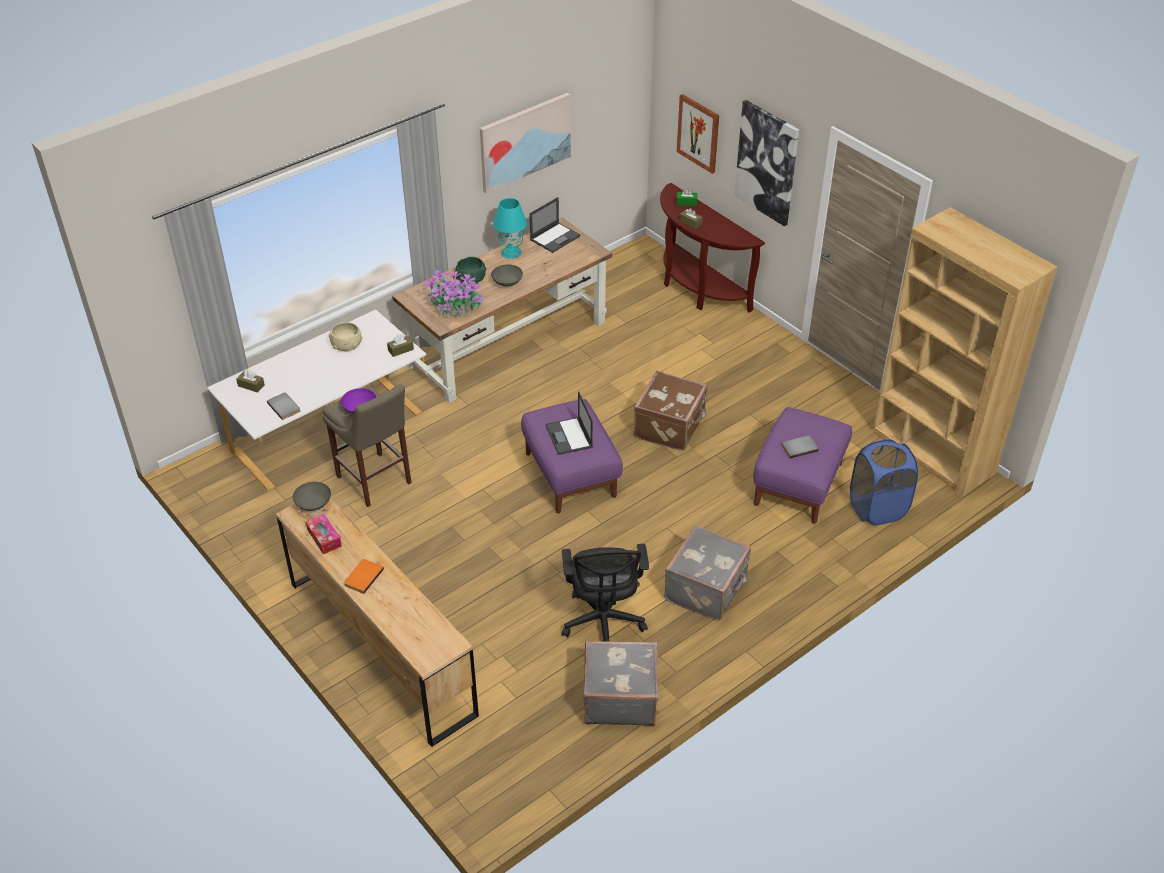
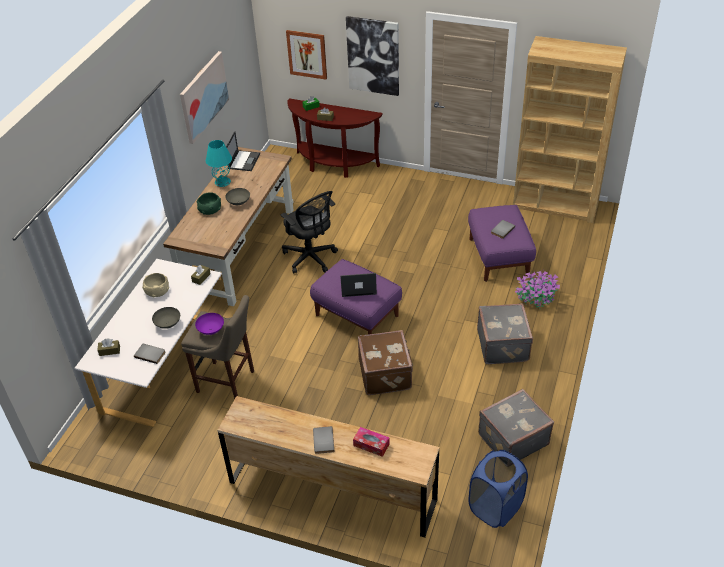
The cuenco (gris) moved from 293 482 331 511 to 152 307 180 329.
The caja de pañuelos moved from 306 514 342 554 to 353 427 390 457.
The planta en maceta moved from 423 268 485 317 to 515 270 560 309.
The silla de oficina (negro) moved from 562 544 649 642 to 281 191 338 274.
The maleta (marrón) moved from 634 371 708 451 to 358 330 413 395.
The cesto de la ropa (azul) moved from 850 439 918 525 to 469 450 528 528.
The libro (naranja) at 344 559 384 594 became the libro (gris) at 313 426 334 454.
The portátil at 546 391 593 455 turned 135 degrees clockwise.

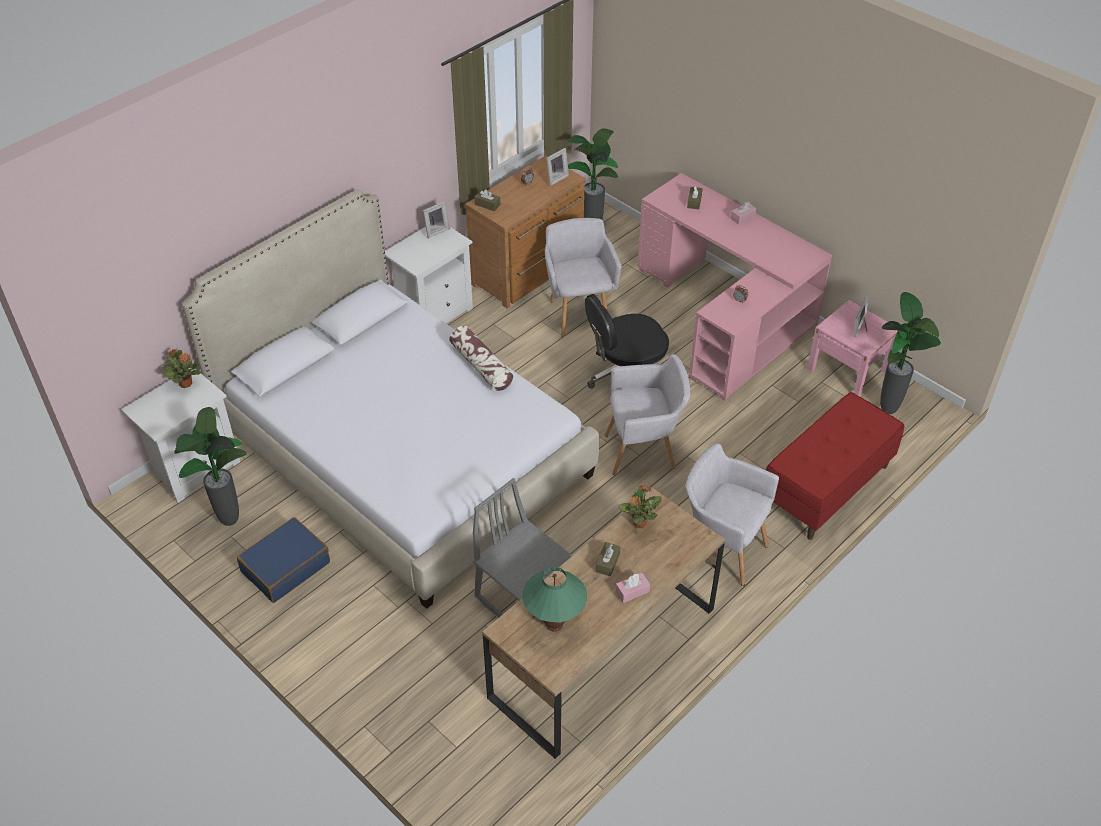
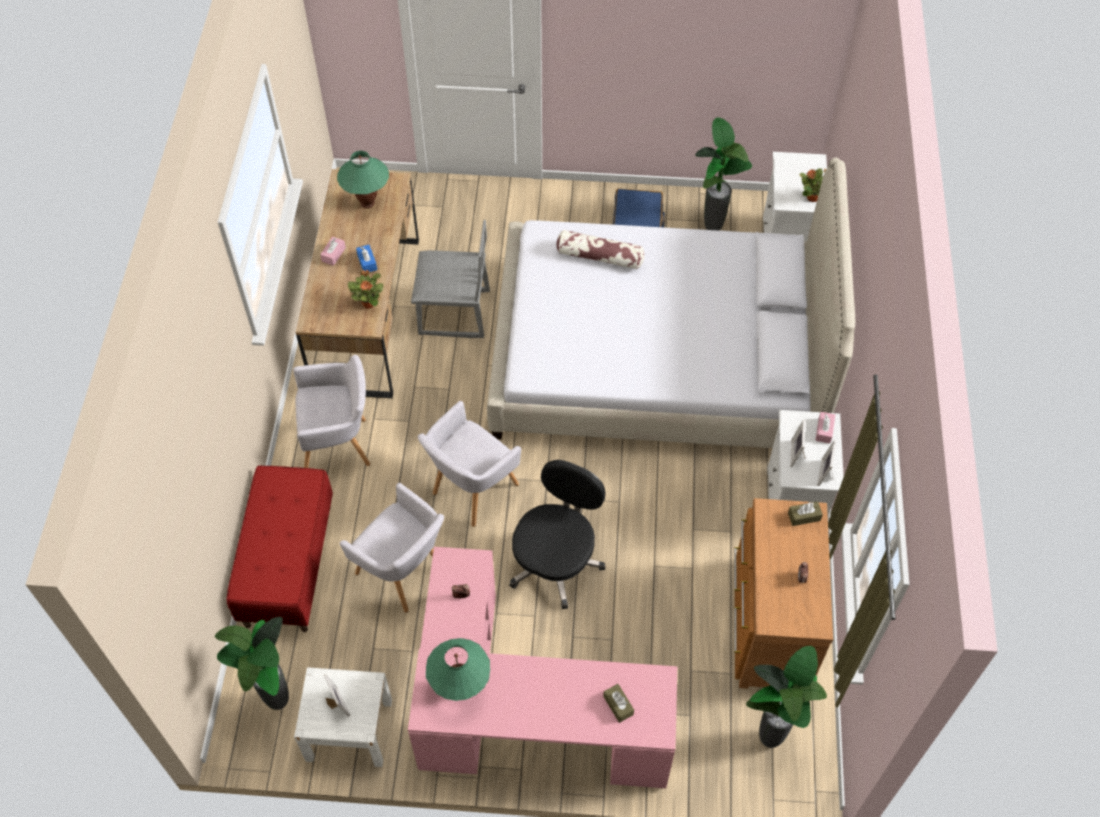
The lámpara de mesa (verde) at 426 638 490 701 appeared.
The cojín moved from 449 326 514 391 to 556 230 645 270.
The sillón (gris) moved from 545 218 622 337 to 340 483 444 612.
The portarretratos moved from 546 148 569 186 to 790 420 805 467.
The caja de pañuelos (rosa) moved from 730 202 756 225 to 815 412 835 443.
The caja de pañuelos (marrón) at 596 542 620 576 became the caja de pañuelos (azul) at 356 245 377 272.
The mesita de noche (rosa) at 807 300 898 396 became the mesita de noche (blanco) at 294 667 392 767.

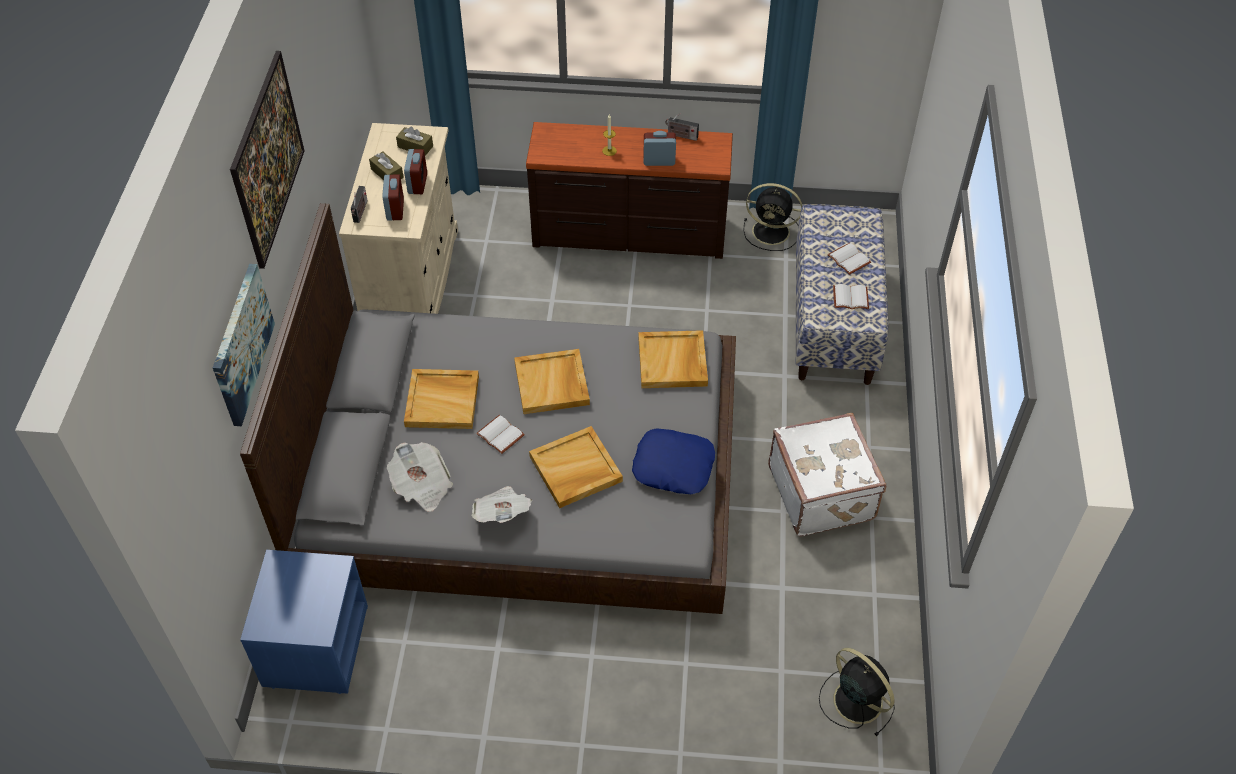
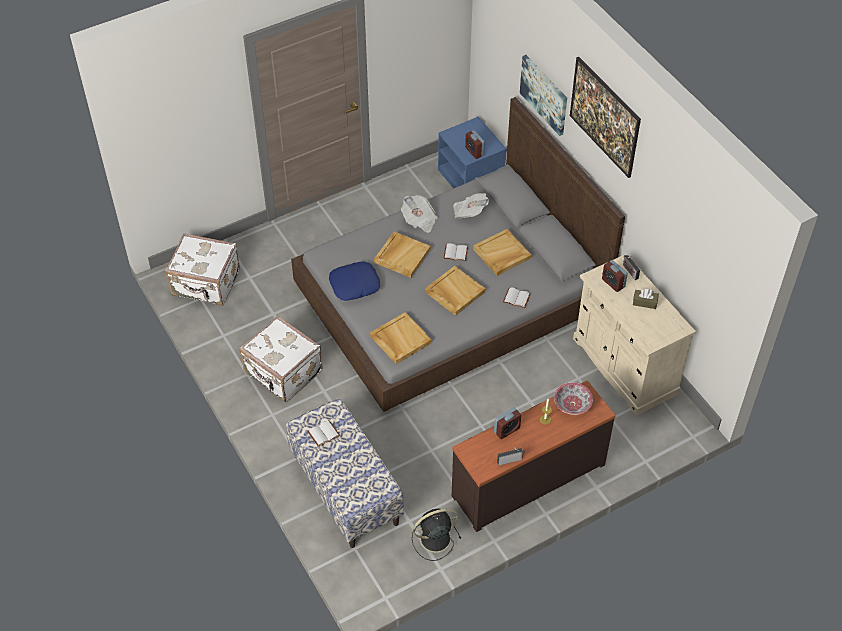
The caja de pañuelos (marrón) at 396 126 433 156 disappeared.
The cuenco at 554 383 593 415 appeared.
The despertador moved from 404 149 427 194 to 465 130 485 159.
The libro (blanco) moved from 827 243 871 275 to 503 287 531 308.
The ventilador (negro) at 819 648 895 737 was replaced by the maleta (blanco) at 165 233 240 305.

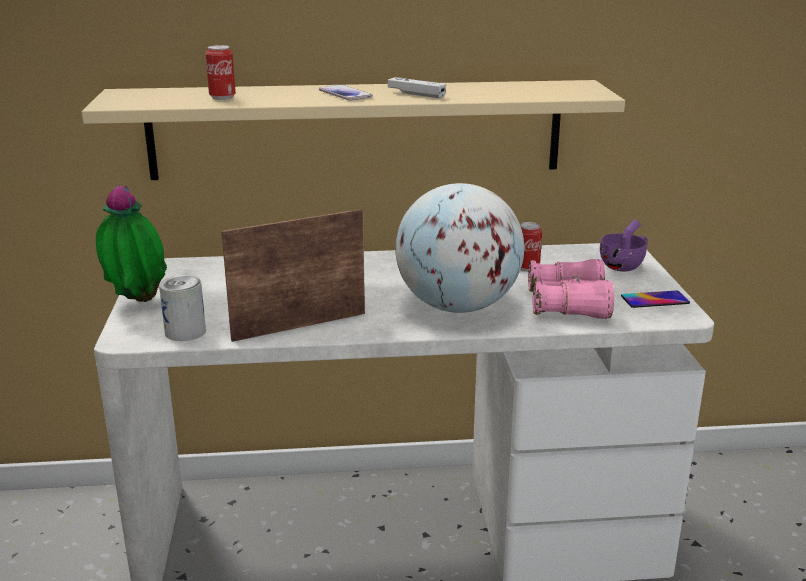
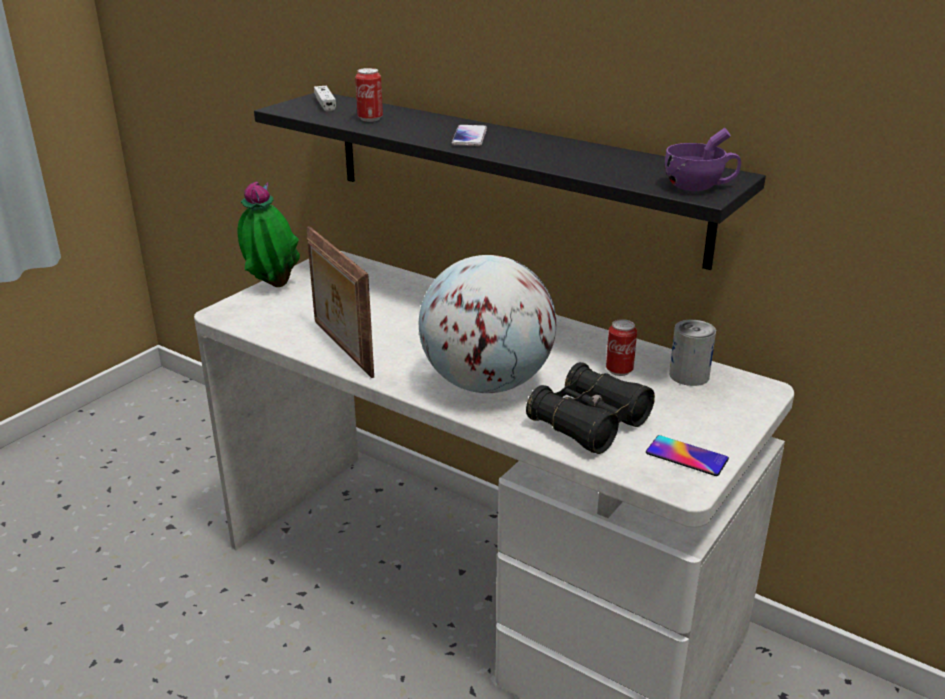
The lata moved from 159 275 206 341 to 669 320 716 386.
The mando de consola (blanco) moved from 388 77 446 98 to 314 86 336 111.
The taza (morado) moved from 600 219 648 271 to 665 128 741 191.
The estante (beis) at 82 80 625 180 became the estante (negro) at 254 93 766 270.
The prismáticos (rosa) at 528 259 614 319 became the prismáticos (negro) at 526 362 655 454.
The portarretratos at 221 209 365 342 turned 135 degrees counterclockwise.

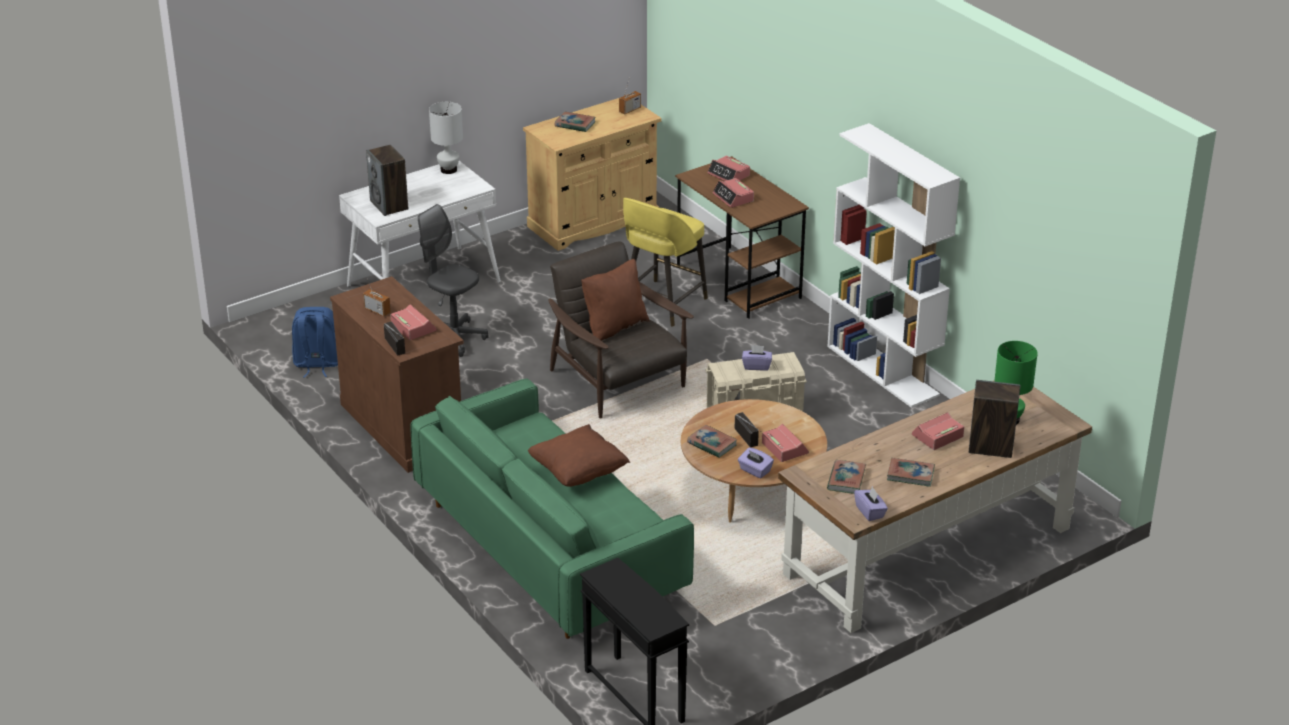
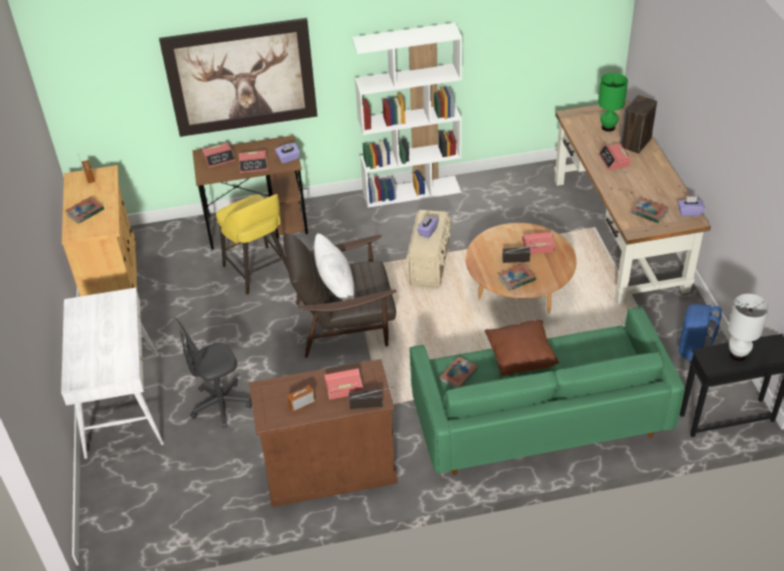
The altavoz at 366 145 408 216 disappeared.
The cuadro at 159 18 317 137 appeared.
The mochila (azul) moved from 292 307 338 378 to 679 304 722 361.
The lámpara de mesa (blanco) moved from 429 102 463 174 to 728 294 769 361.
The caja de pañuelos (morado) moved from 738 447 774 478 to 275 143 300 164.
The libro moved from 887 458 935 487 to 438 356 478 388.
The cojín (marrón) at 581 259 650 341 became the cojín (blanco) at 314 233 355 300.

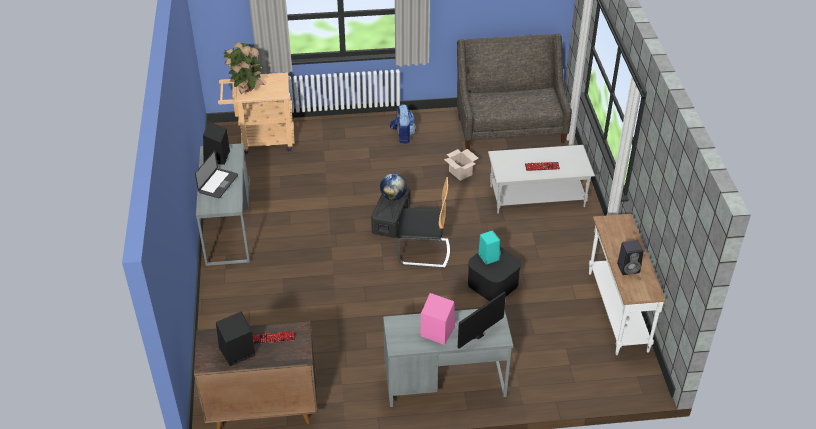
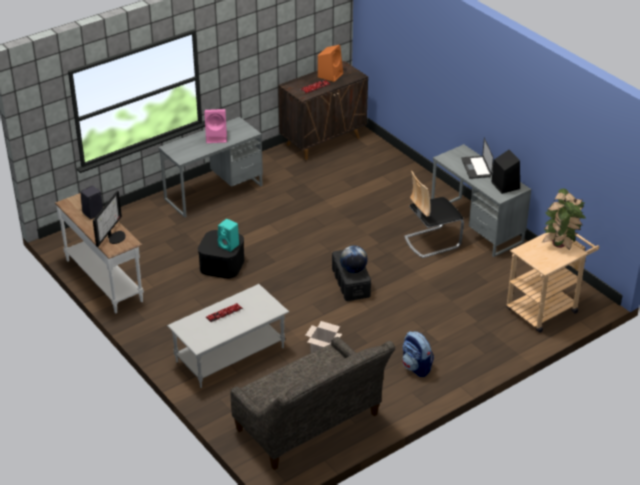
The silla moved from 397 177 450 268 to 404 171 464 258.
The monitor moved from 458 292 506 348 to 93 191 126 247.
The altavoz (negro) at 216 312 255 366 became the altavoz (naranja) at 318 45 343 82.

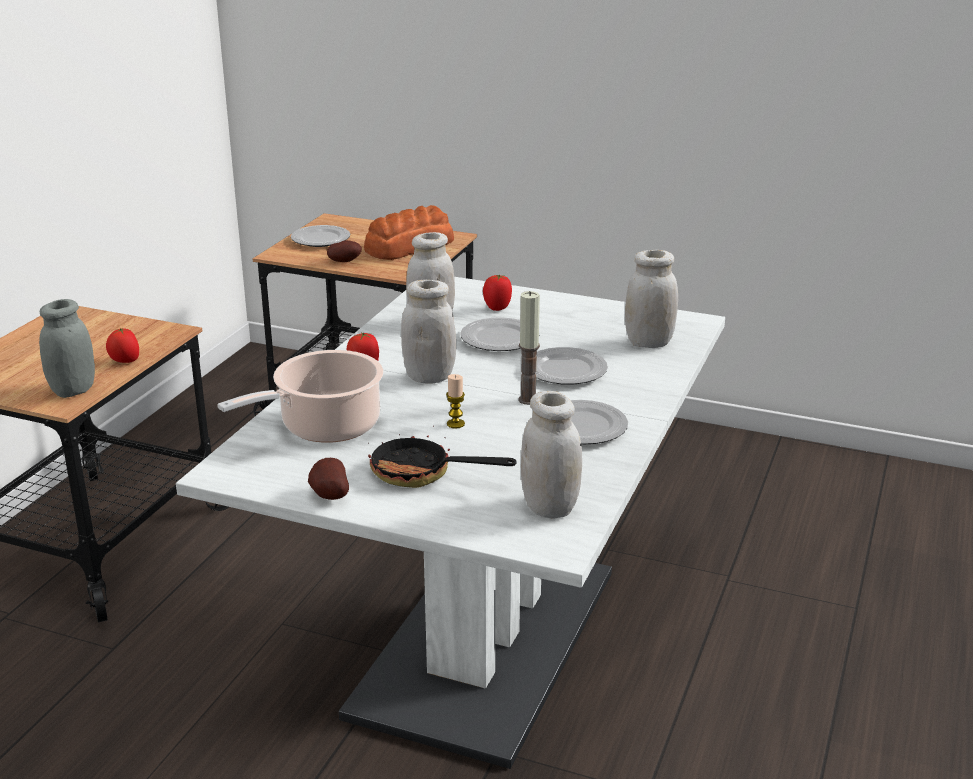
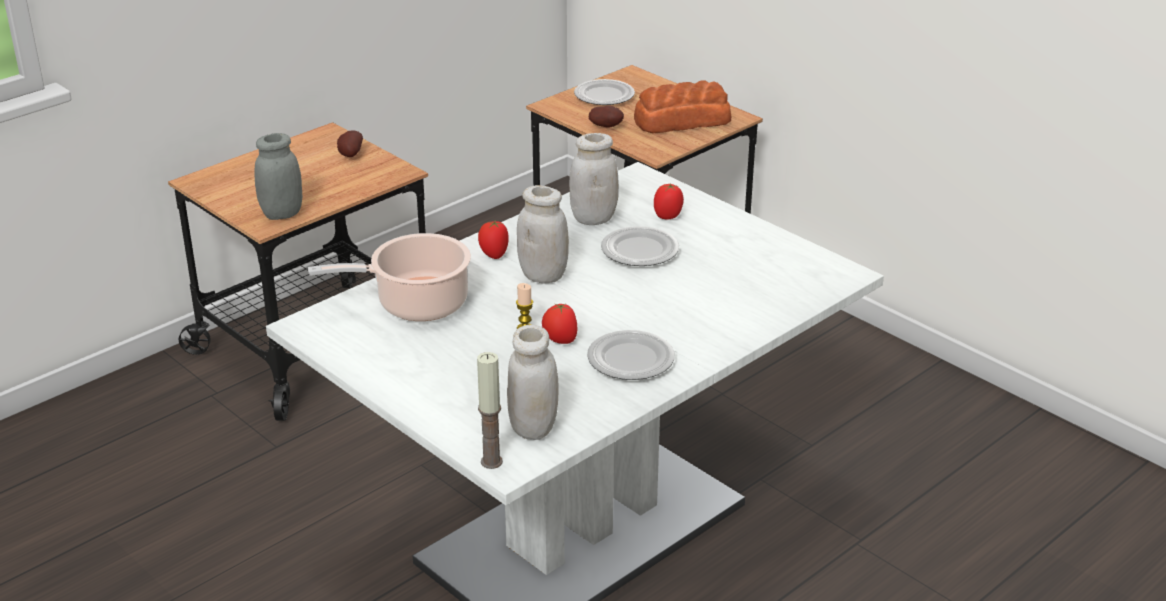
The sartén at 368 426 517 488 disappeared.
The plato at 535 347 608 384 disappeared.
The tarro (blanco) at 625 250 678 348 disappeared.
The tomate moved from 106 328 139 363 to 542 303 577 344.
The patata moved from 308 458 349 500 to 337 130 363 157.
The vela moved from 518 291 540 405 to 477 352 503 469.

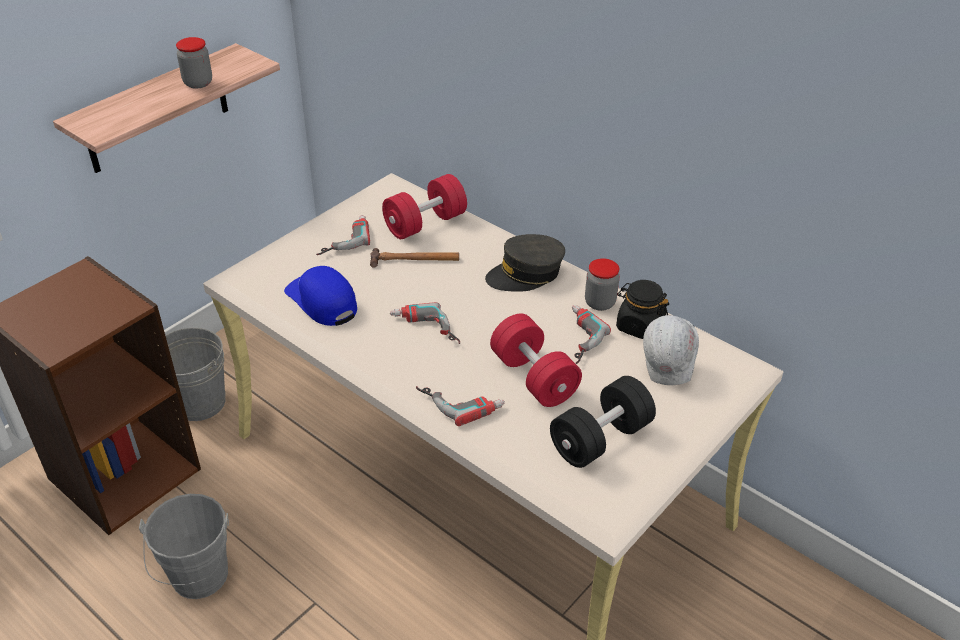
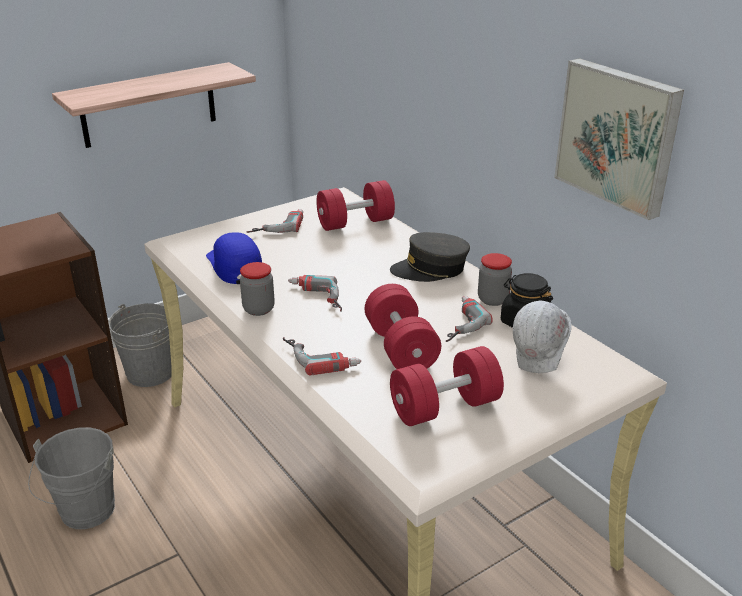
The martillo at 370 248 459 267 disappeared.
The cuadro at 554 58 684 220 appeared.
The tarro moved from 176 37 212 89 to 240 262 275 316.
The mancuerna (negro) at 550 376 656 468 became the mancuerna (rojo) at 390 346 504 426.

